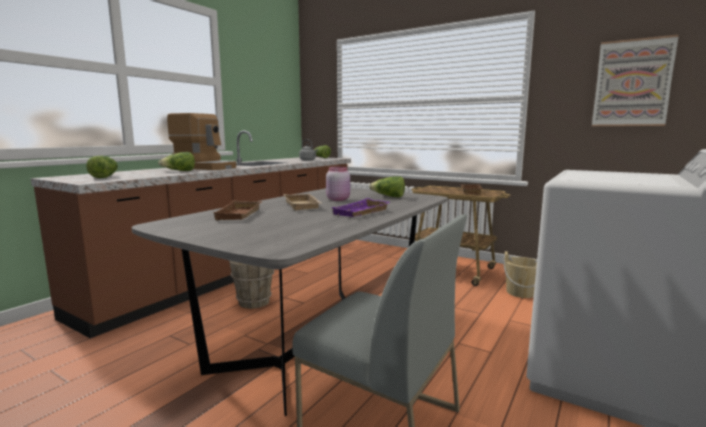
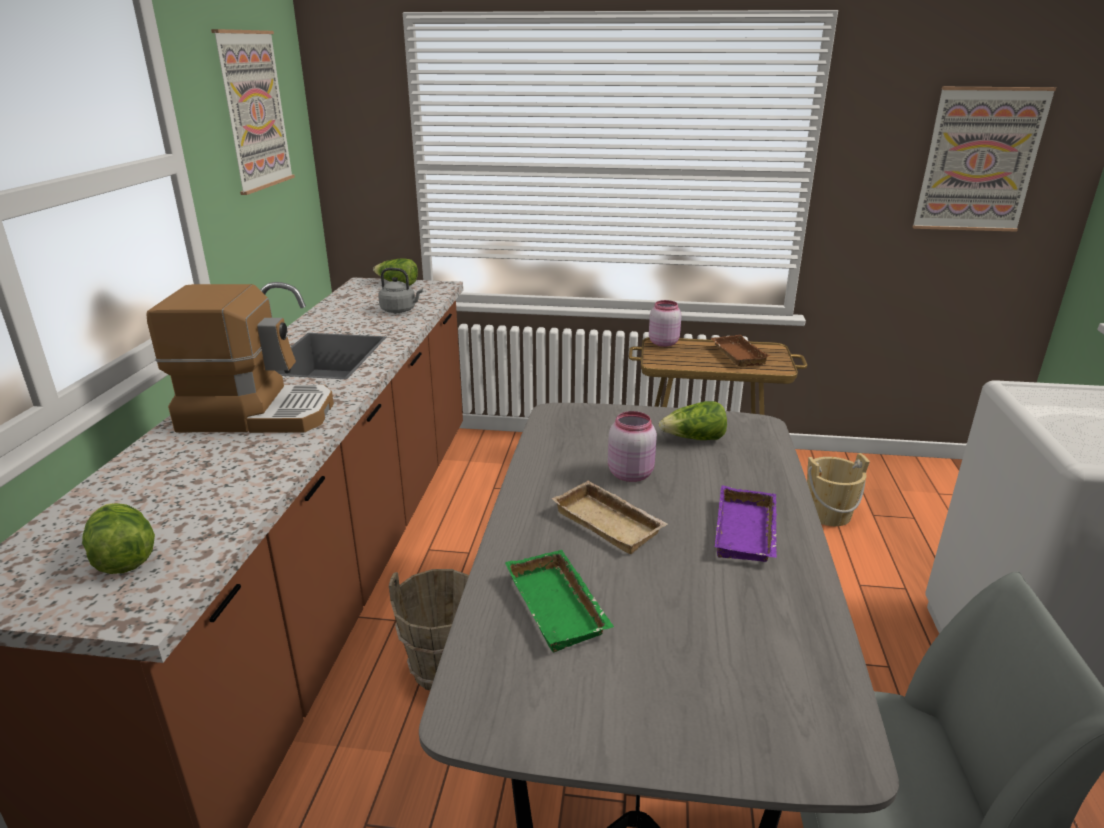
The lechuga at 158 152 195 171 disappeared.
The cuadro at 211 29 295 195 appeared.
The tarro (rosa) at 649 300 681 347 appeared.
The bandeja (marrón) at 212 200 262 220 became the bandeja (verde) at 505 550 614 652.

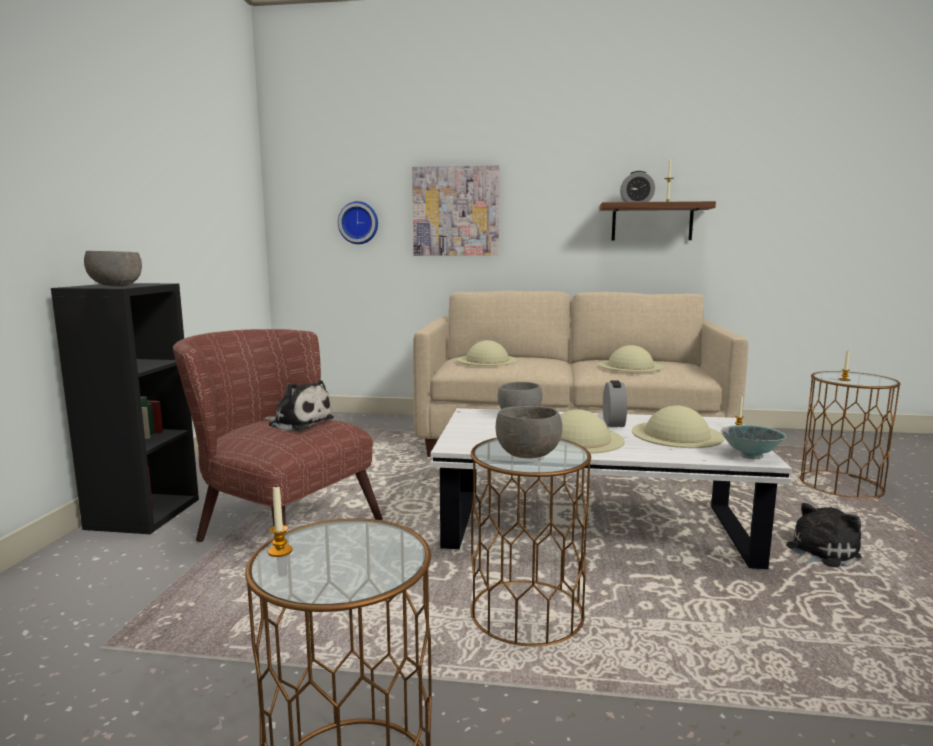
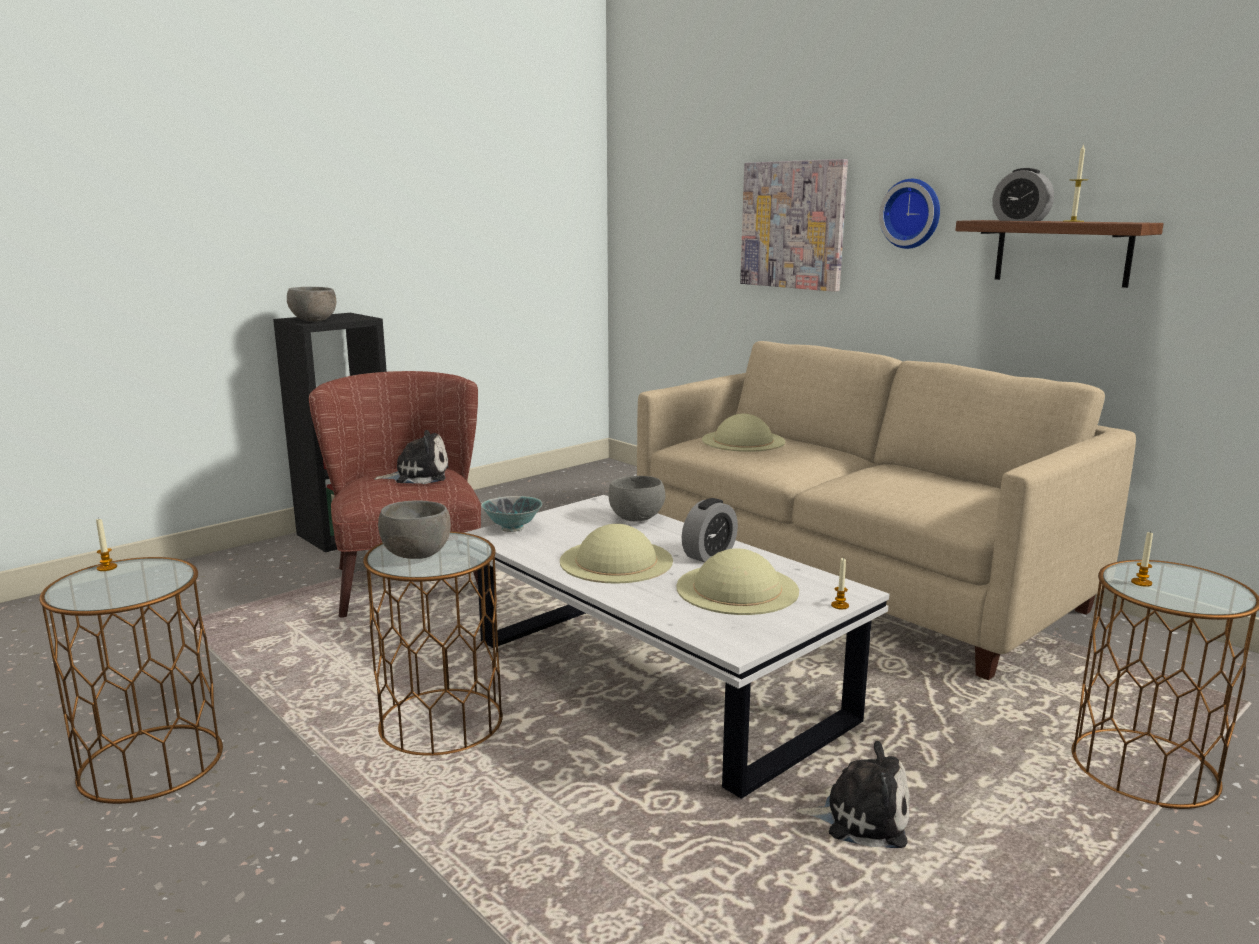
The sombrero (beis) at 598 345 664 372 disappeared.
The reloj de pared moved from 338 201 378 244 to 879 179 940 249.
The cuenco moved from 721 425 786 459 to 481 496 542 532.
The peluche at 264 380 334 431 turned 75 degrees counterclockwise.

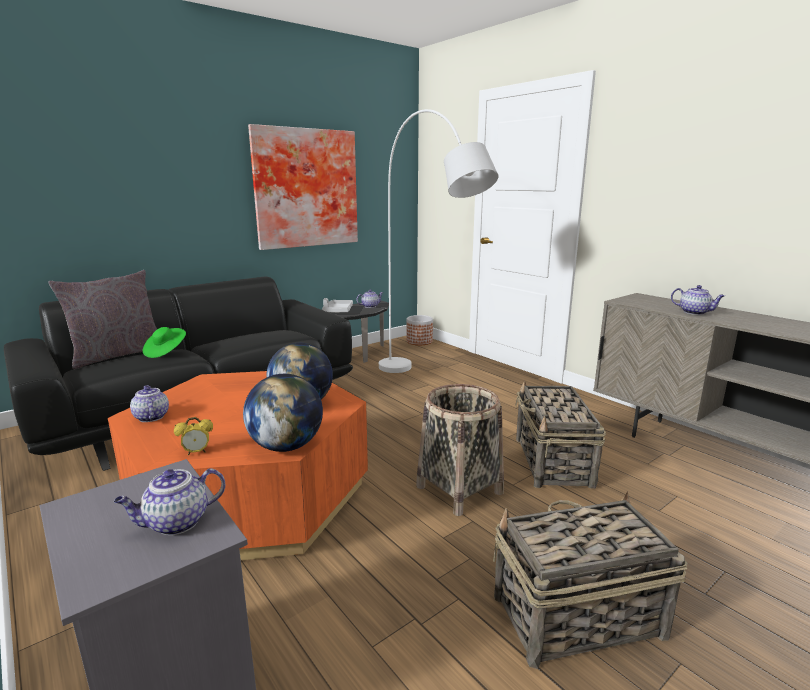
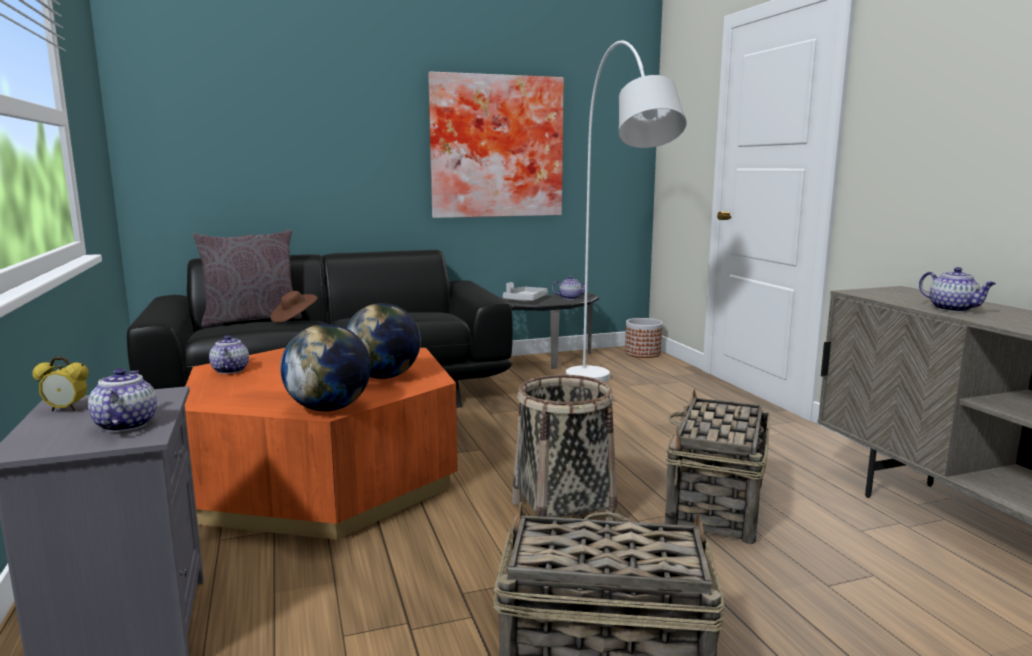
The despertador moved from 174 417 213 455 to 32 357 89 411.
The sombrero (verde) at 143 327 186 358 became the sombrero (marrón) at 270 291 318 323.
The tetera at 114 468 225 535 turned 90 degrees clockwise.

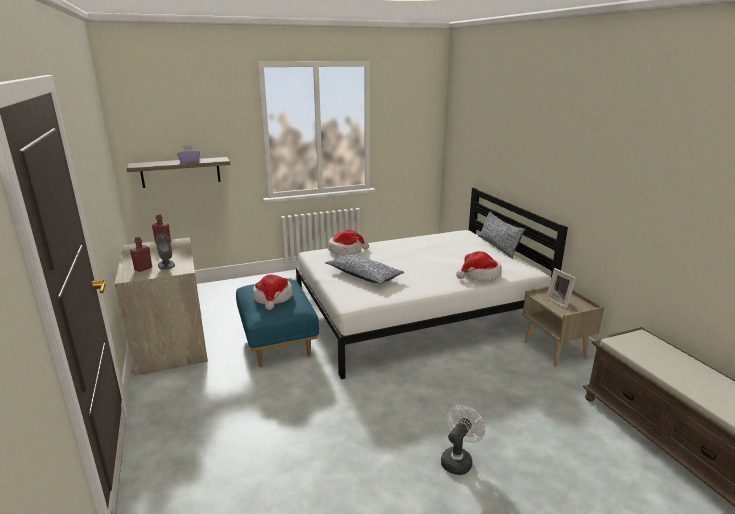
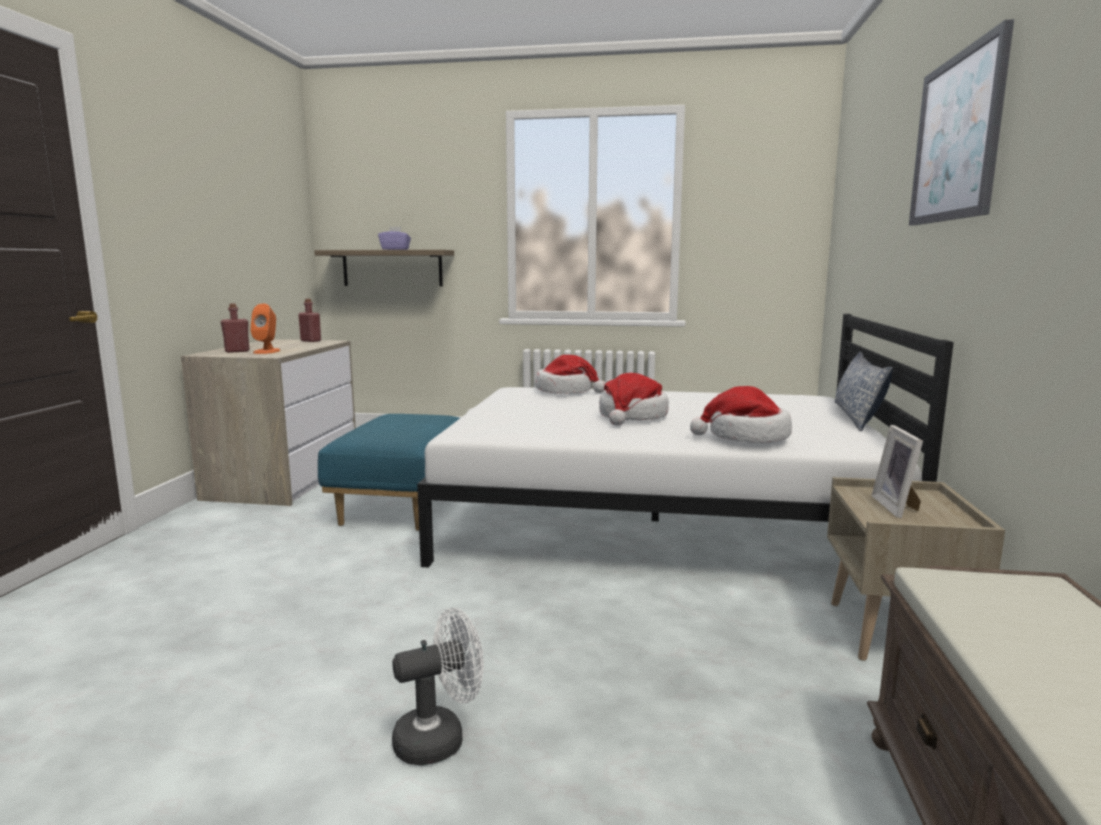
The cojín at 325 254 404 284 disappeared.
The cuadro at 909 19 1014 226 appeared.
The sombrero moved from 253 274 293 310 to 599 373 669 425.
The altavoz (gris) at 156 233 175 270 became the altavoz (naranja) at 250 304 280 354.

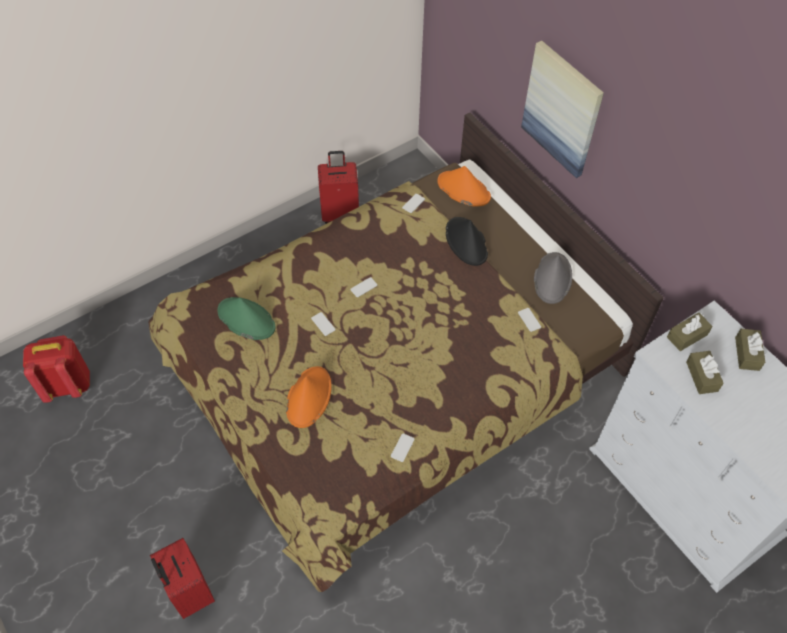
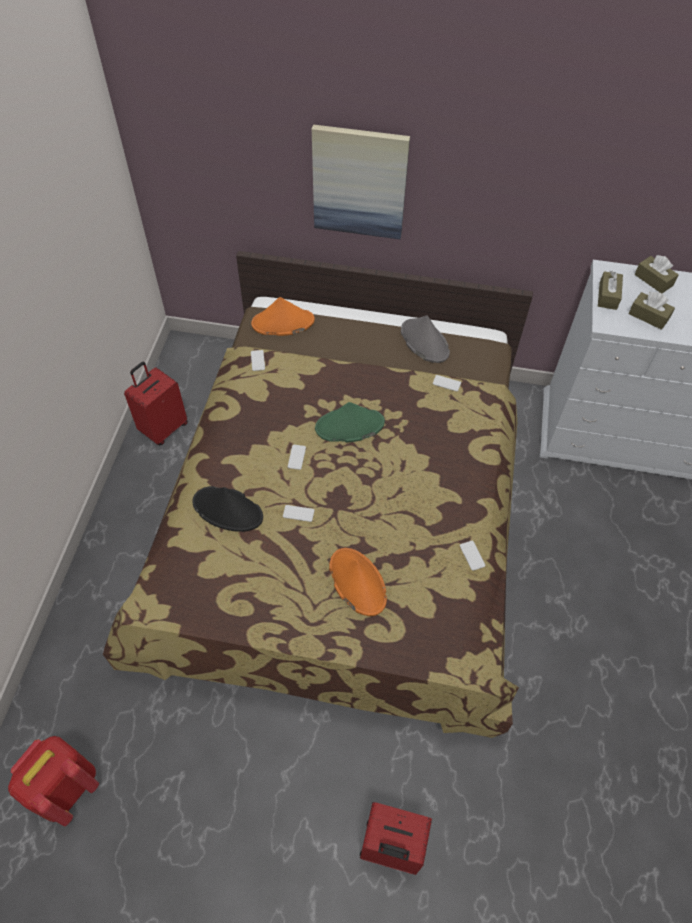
The sombrero (verde) moved from 217 297 276 340 to 315 402 385 442.
The sombrero (negro) moved from 446 217 488 266 to 193 486 263 532.

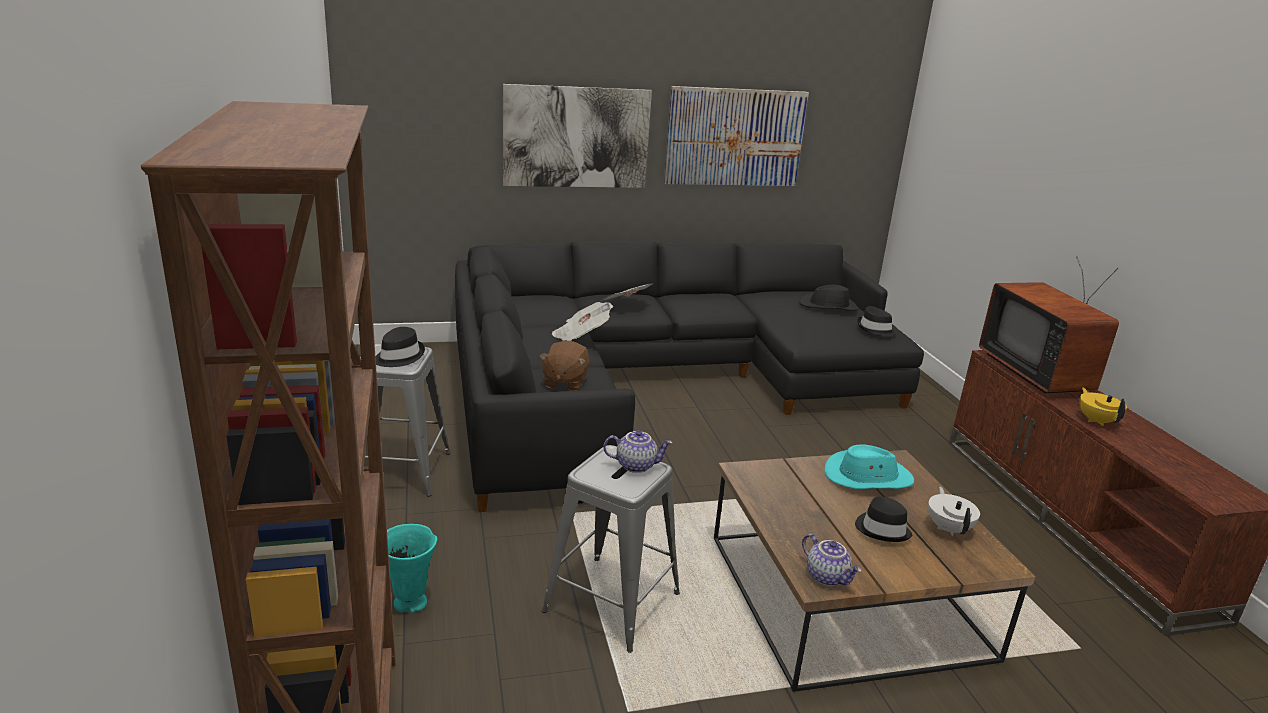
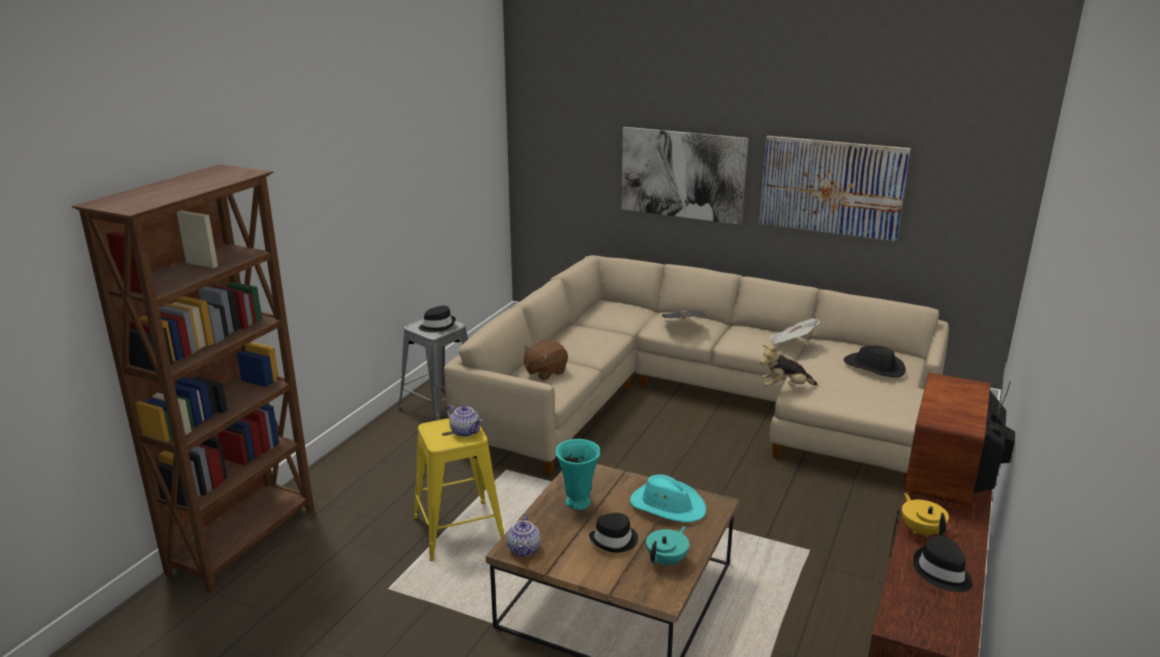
The peluche at 760 345 818 387 appeared.
The florero (turquesa) moved from 387 524 438 613 to 556 439 600 510.
The periódico moved from 552 302 613 341 to 769 318 820 345.
The sombrero (negro) moved from 857 306 896 336 to 913 536 972 592.
The sofá (negro) at 455 241 924 512 became the sofá (beis) at 444 255 949 488.
The taburete (gris) at 542 445 680 653 became the taburete (amarillo) at 413 418 504 561.
The tetera (blanco) at 928 487 980 536 became the tetera (turquesa) at 646 526 689 566.
The tetera (amarillo) at 1079 387 1127 426 turned 45 degrees counterclockwise.

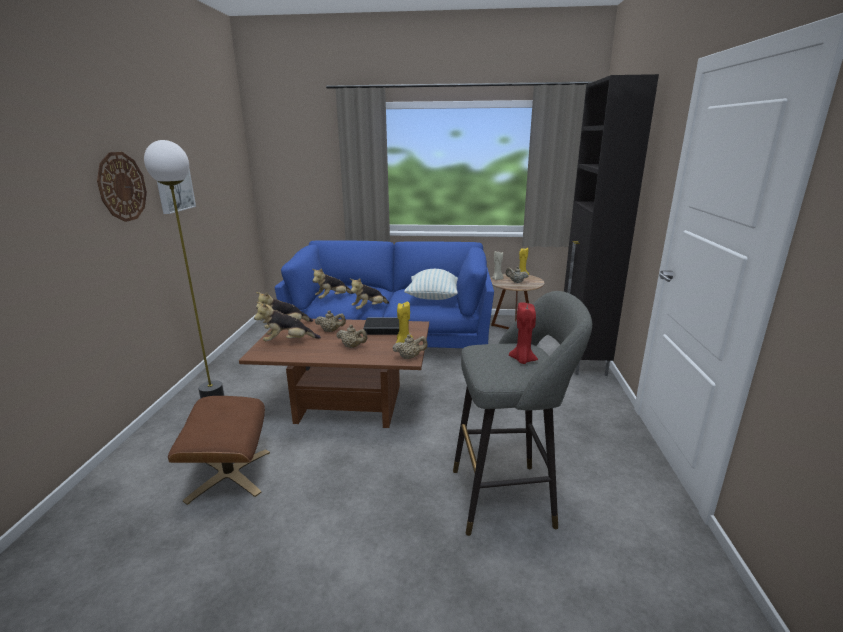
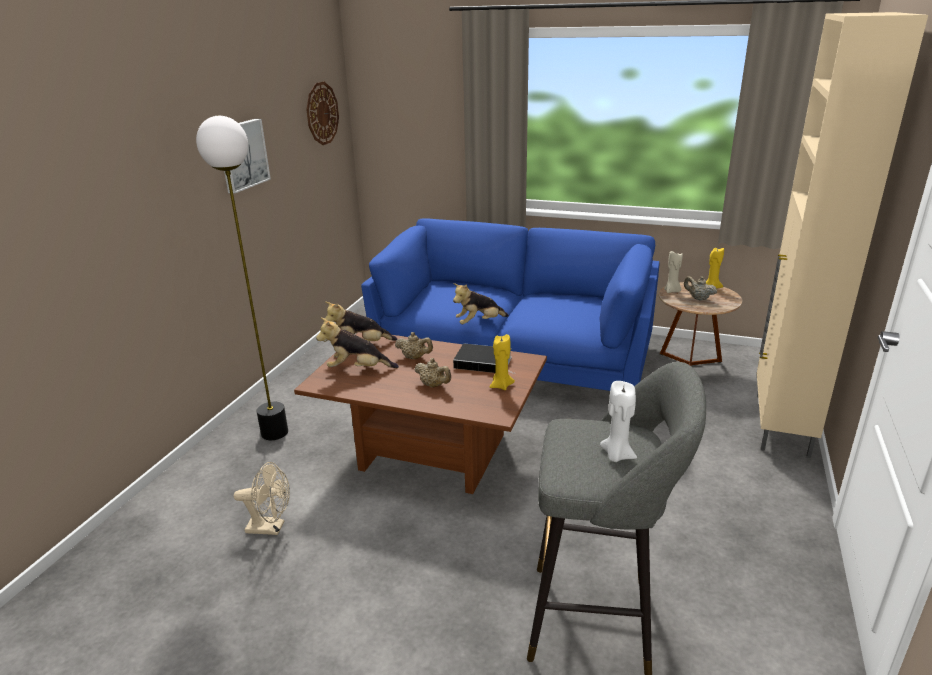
The peluche at 312 268 354 299 disappeared.
The tetera (beis) at 393 334 427 359 disappeared.
The cojín at 404 269 458 300 disappeared.
The reloj de pared moved from 97 152 147 222 to 306 81 339 145.
The puf (marrón) at 168 396 270 505 was replaced by the ventilador (beis) at 234 462 290 535.
The vela (rojo) at 509 302 538 364 became the vela (blanco) at 600 381 637 462.
The armario (negro) at 564 74 659 376 became the armario (beis) at 757 12 928 458.

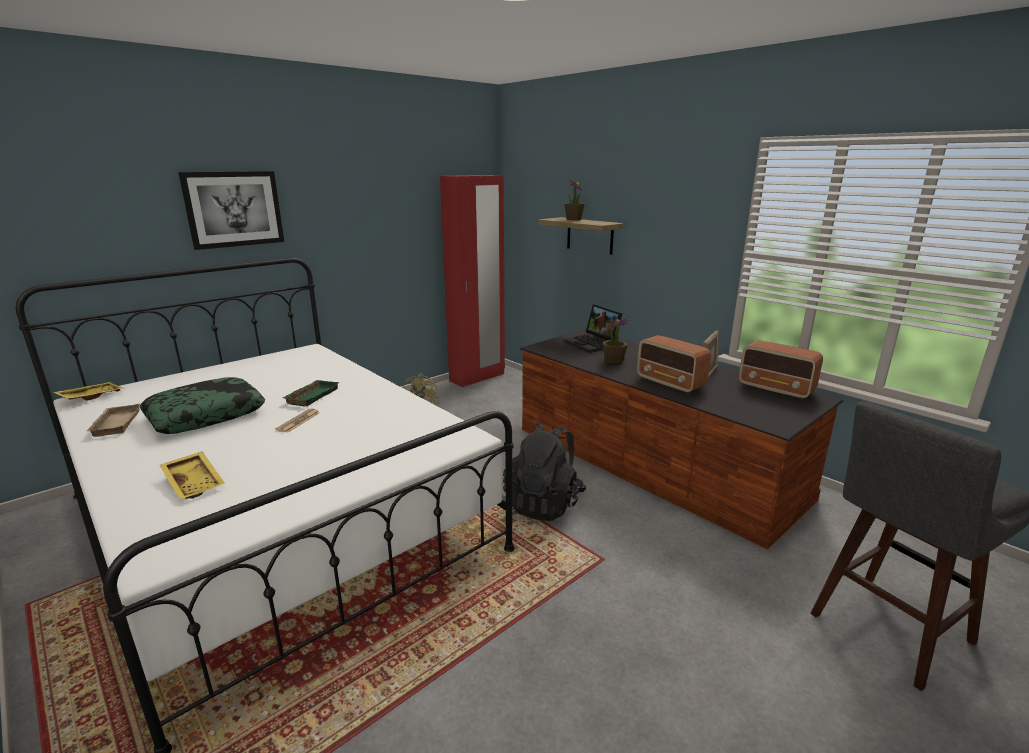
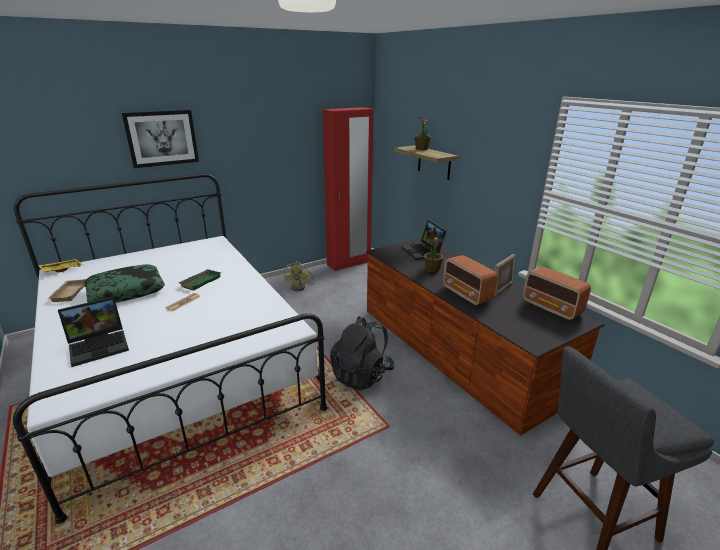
The bandeja (amarillo) at 160 452 225 500 was replaced by the portátil at 58 297 129 367.

